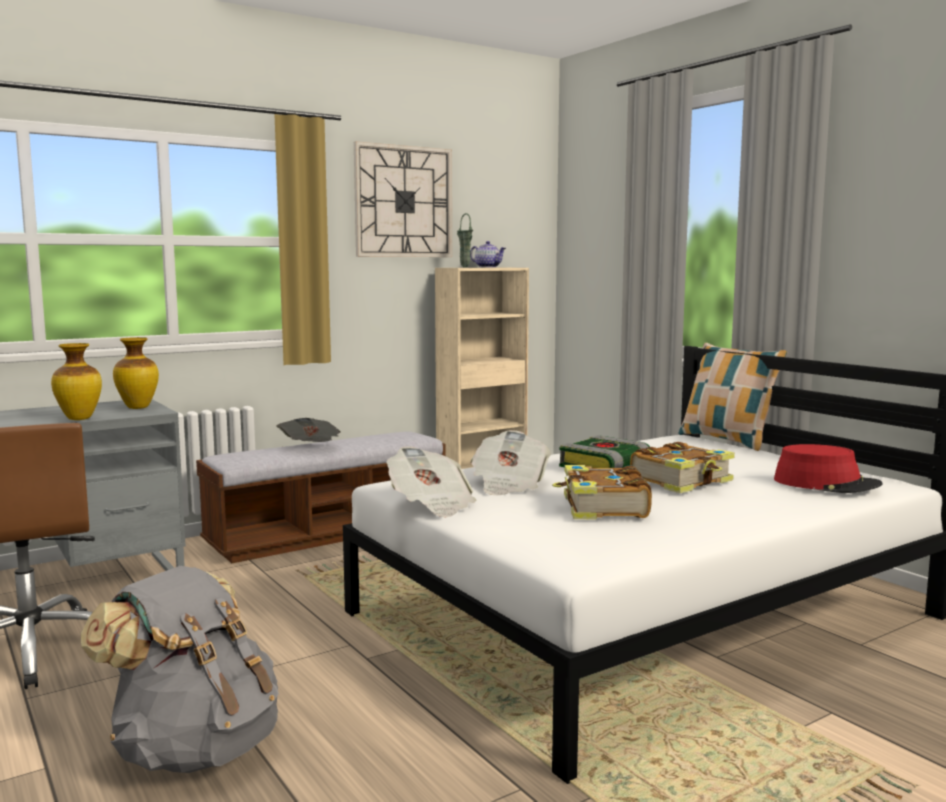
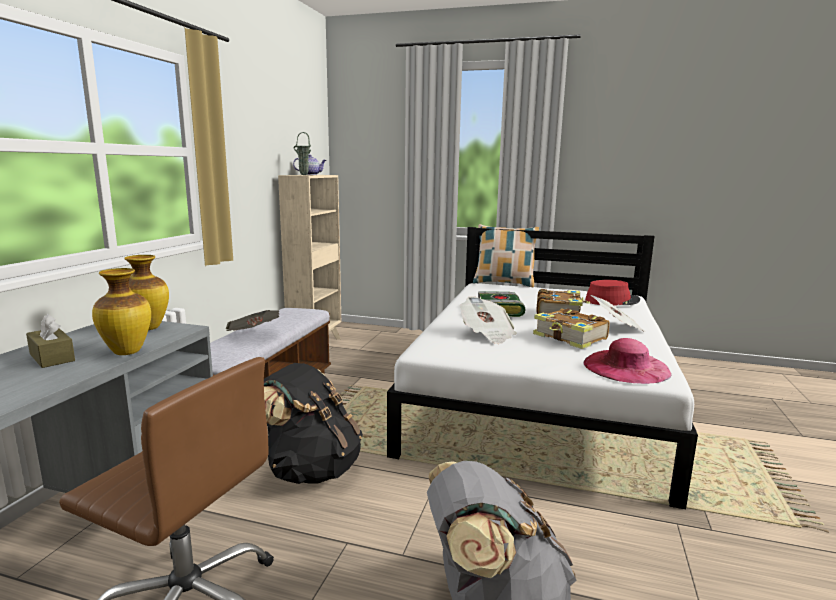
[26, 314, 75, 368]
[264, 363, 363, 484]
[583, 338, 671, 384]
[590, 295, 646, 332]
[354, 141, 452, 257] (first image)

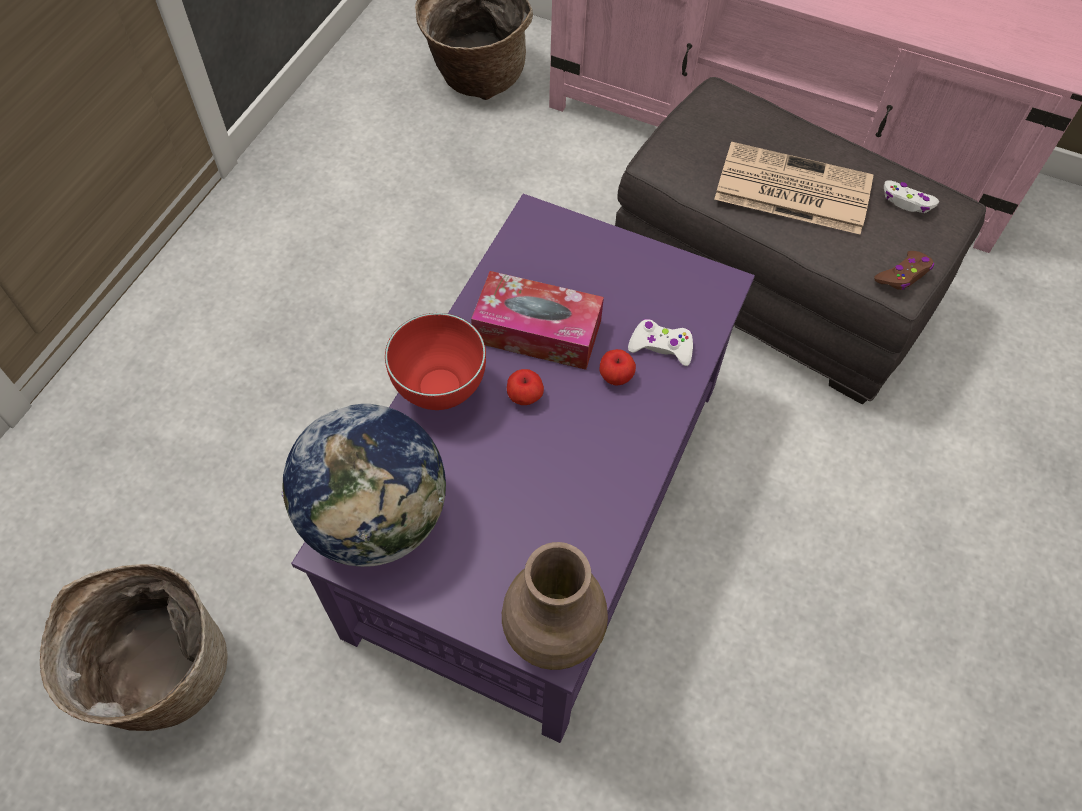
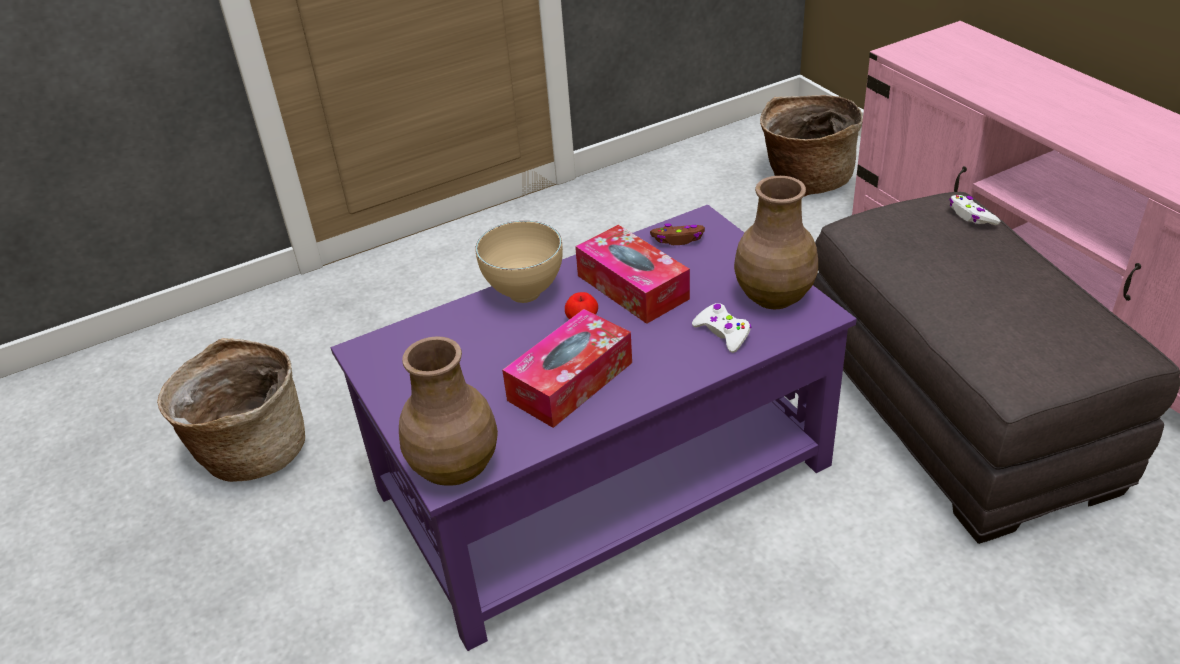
[475, 221, 563, 303]
[502, 309, 632, 428]
[650, 223, 705, 245]
[734, 176, 818, 309]
[949, 195, 1001, 225]
[281, 404, 446, 567] (first image)
[600, 349, 636, 385] (first image)
[714, 142, 873, 235] (first image)

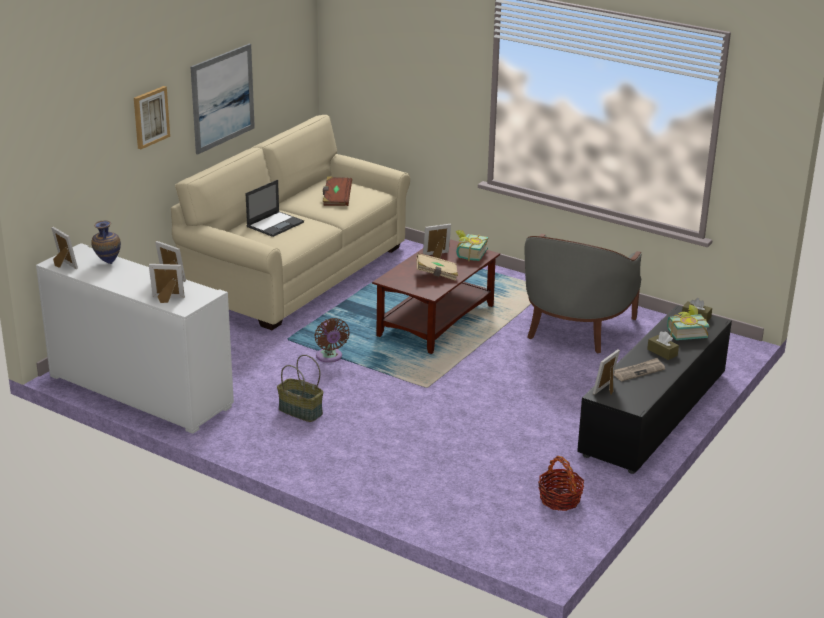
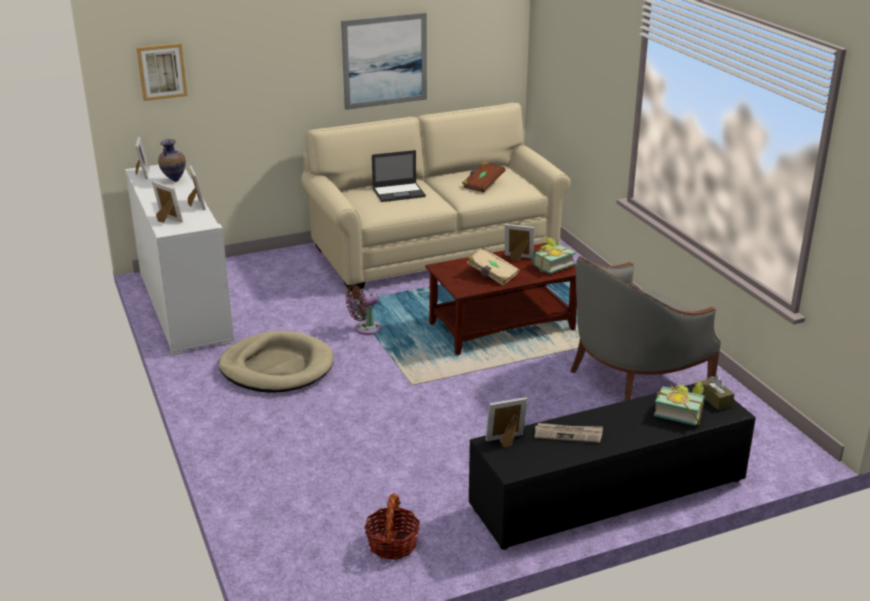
[136, 43, 187, 101]
[218, 331, 333, 393]
[345, 285, 382, 335]
[647, 332, 679, 360] (first image)

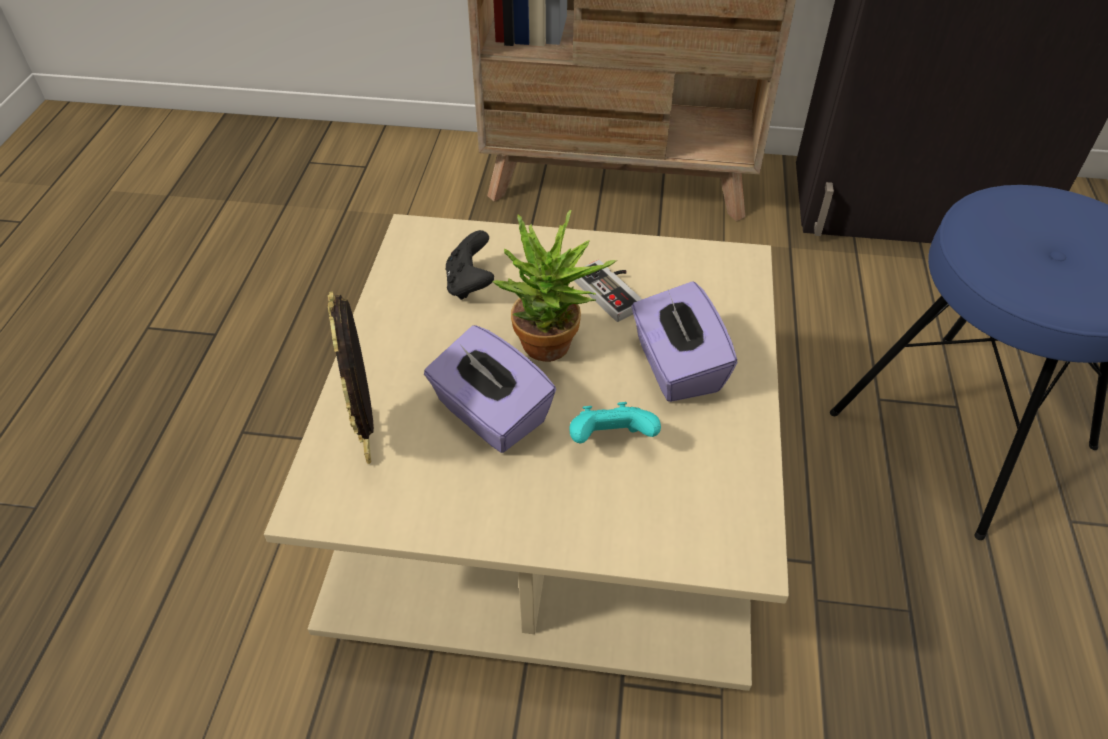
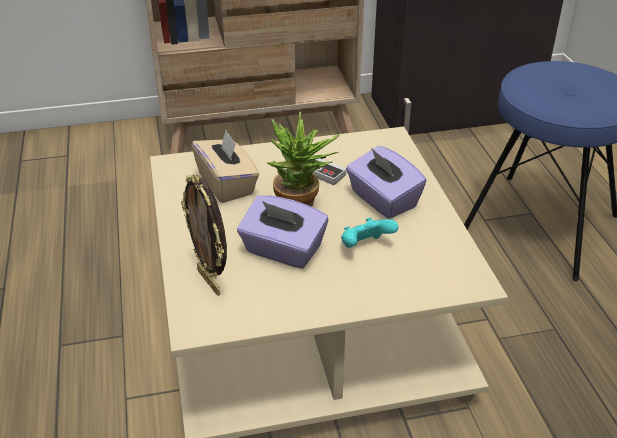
[192, 130, 259, 203]

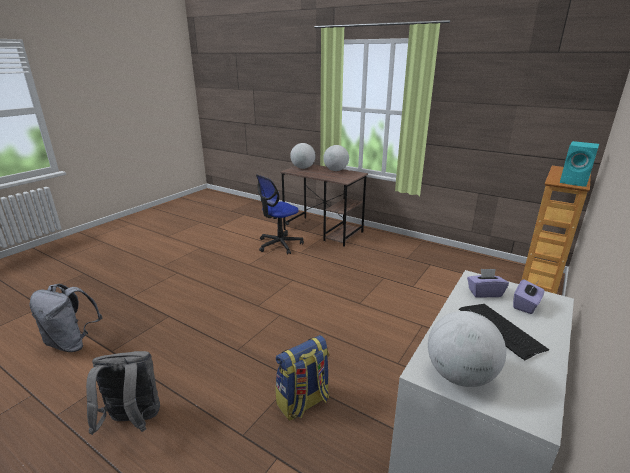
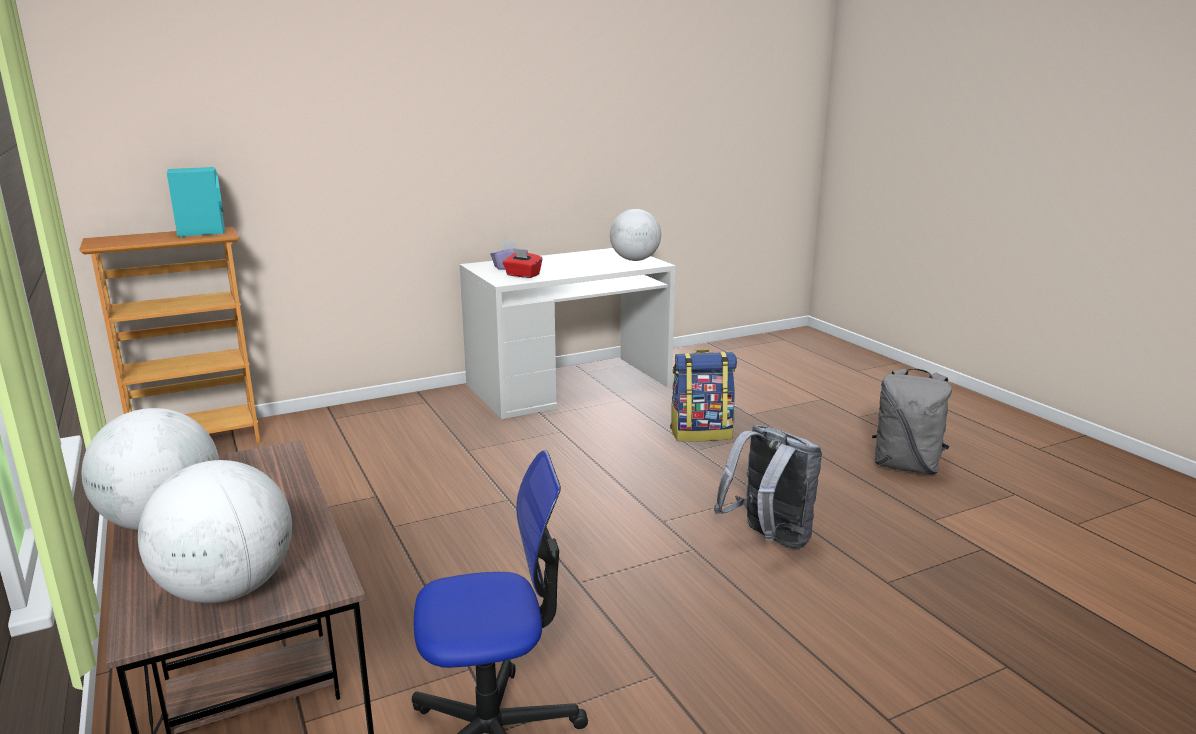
[503, 248, 543, 278]
[714, 425, 822, 549]
[459, 304, 549, 360] (first image)

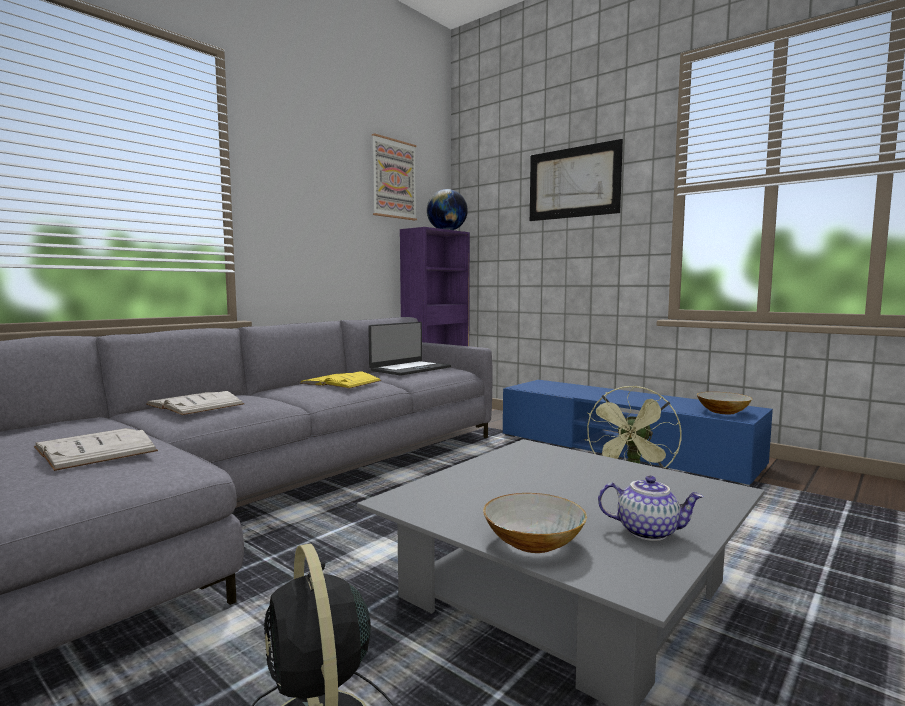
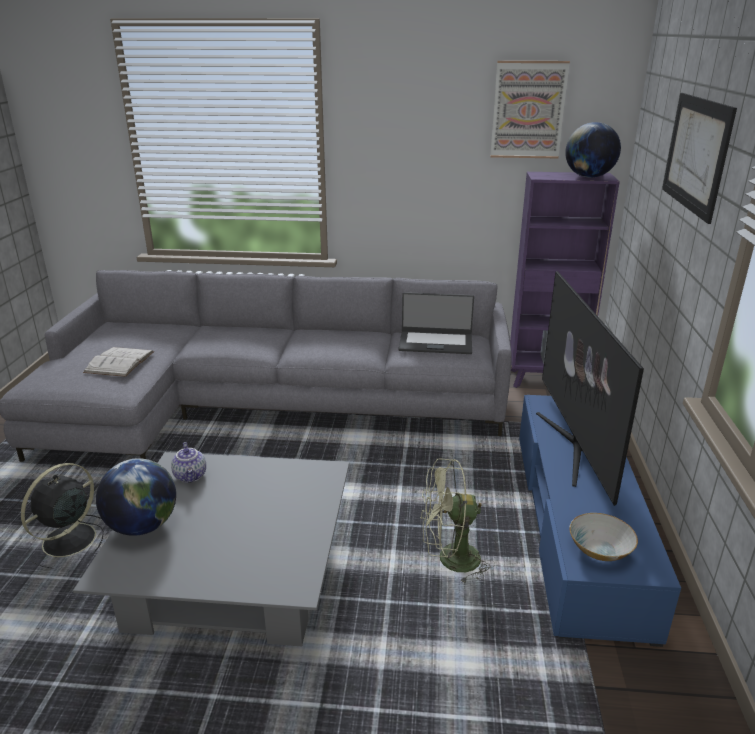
[96, 458, 176, 536]
[171, 442, 206, 483]
[536, 271, 644, 506]
[146, 391, 245, 415] (first image)
[301, 371, 382, 389] (first image)

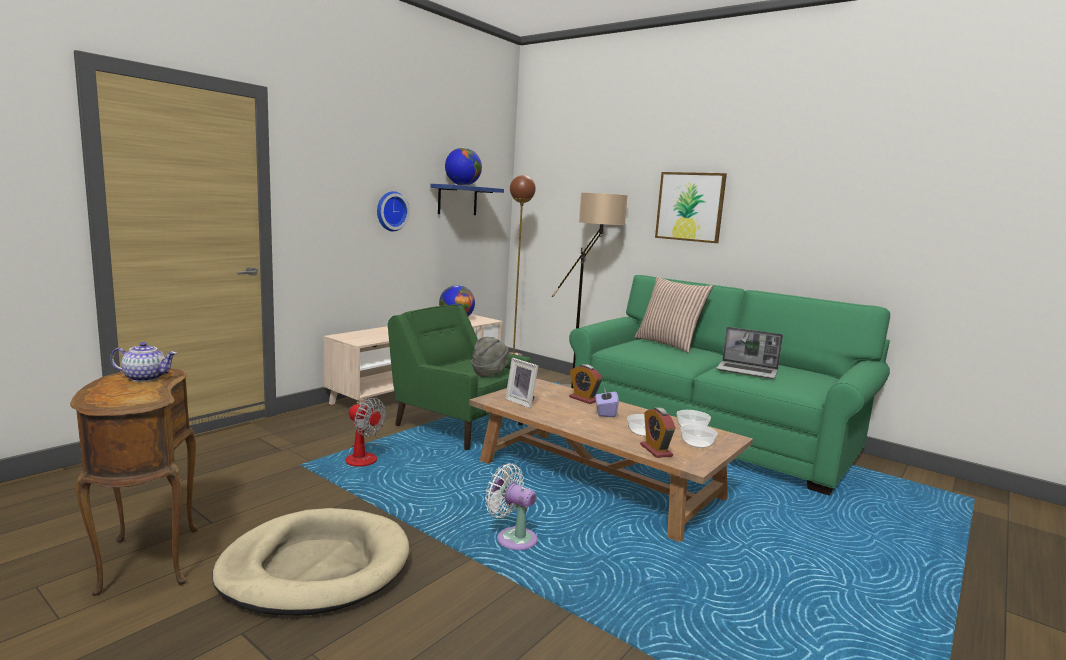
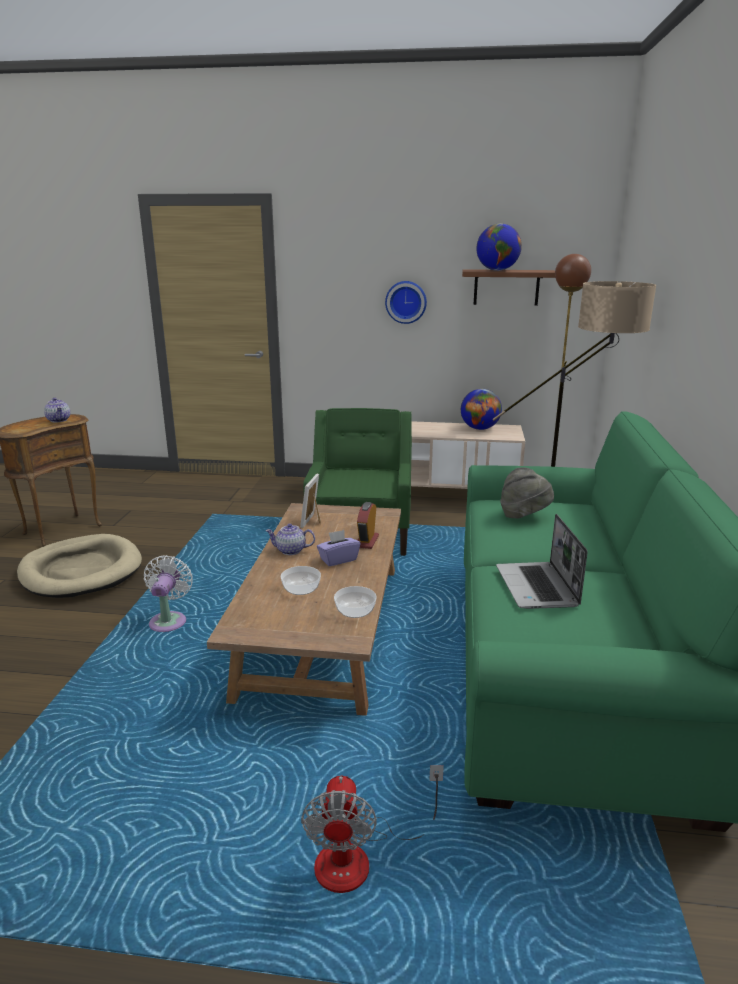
[265, 523, 315, 555]
[301, 765, 444, 893]
[462, 269, 555, 306]
[500, 467, 554, 519]
[634, 276, 713, 353] (first image)
[640, 407, 676, 458] (first image)
[655, 172, 727, 243] (first image)
[681, 424, 717, 448] (first image)

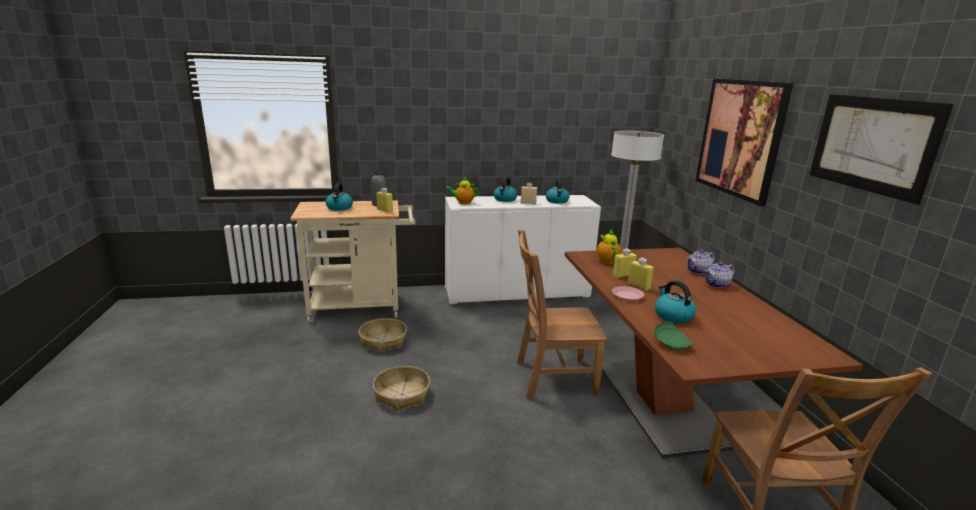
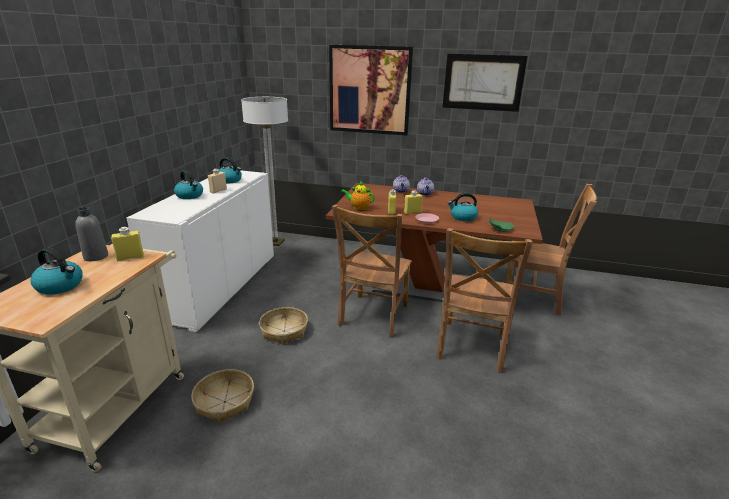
[259, 307, 308, 345]
[436, 228, 533, 373]
[445, 176, 478, 204] (first image)

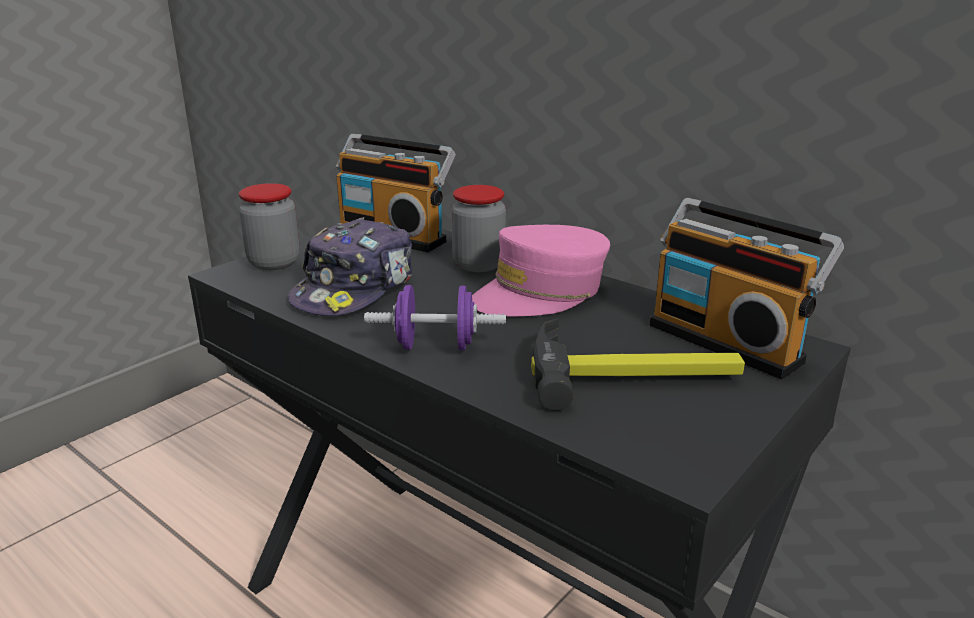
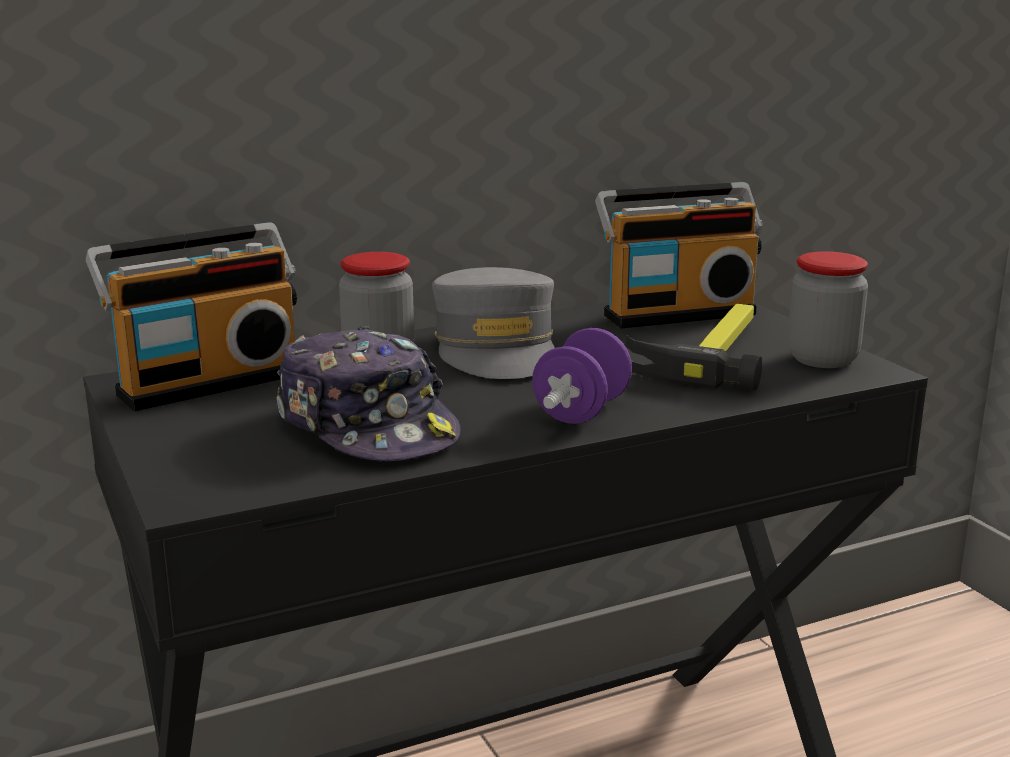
[432, 267, 555, 379]
[788, 252, 868, 368]

